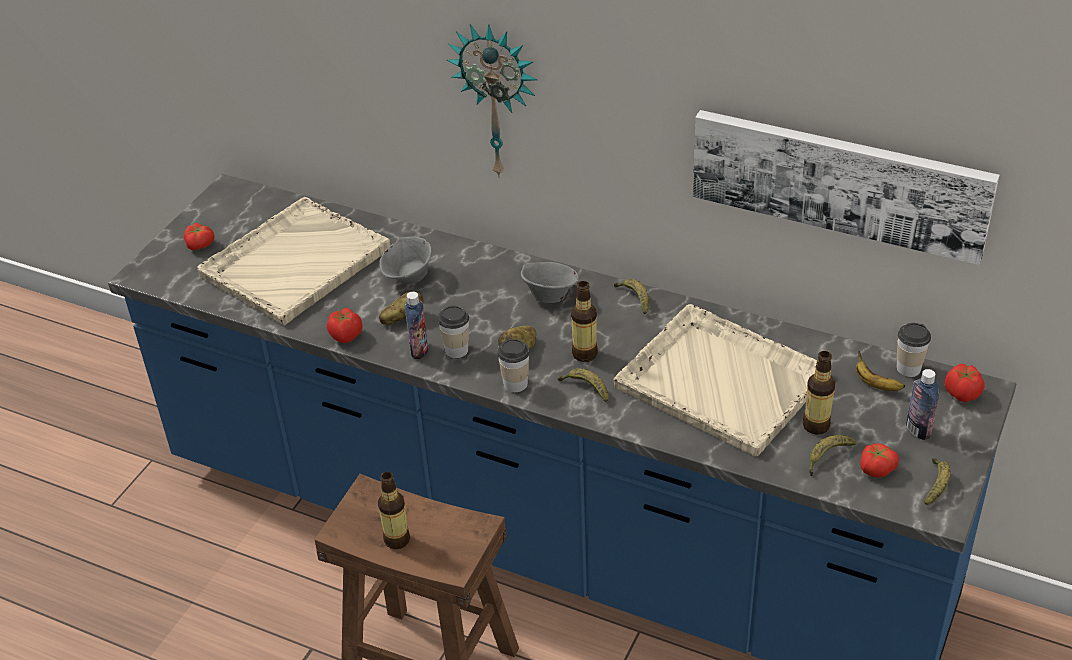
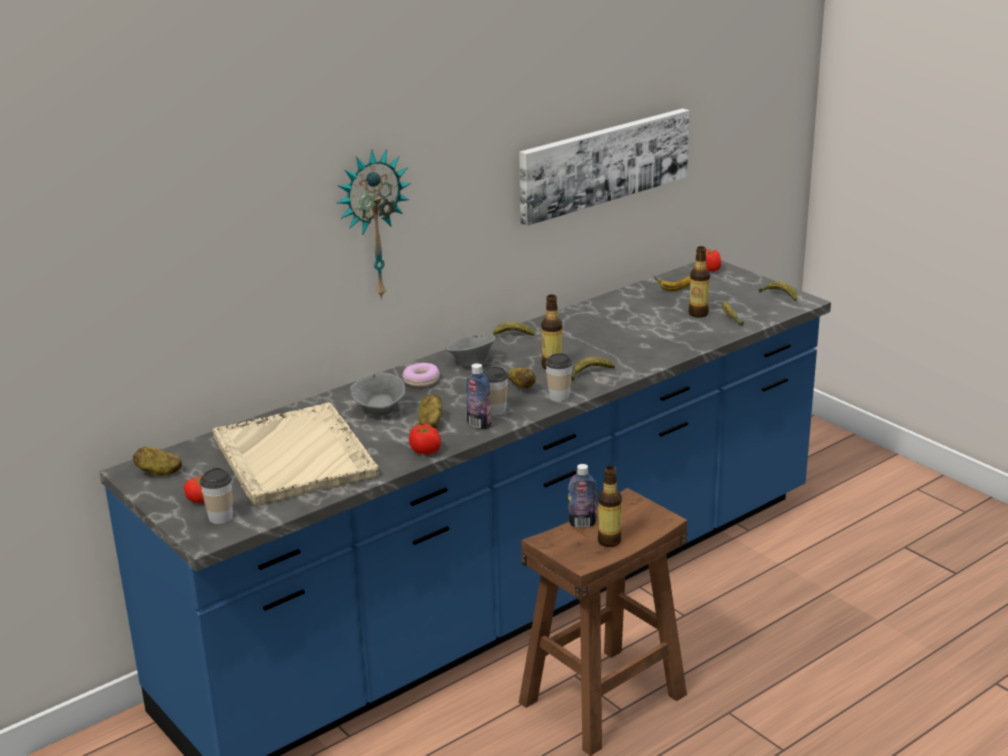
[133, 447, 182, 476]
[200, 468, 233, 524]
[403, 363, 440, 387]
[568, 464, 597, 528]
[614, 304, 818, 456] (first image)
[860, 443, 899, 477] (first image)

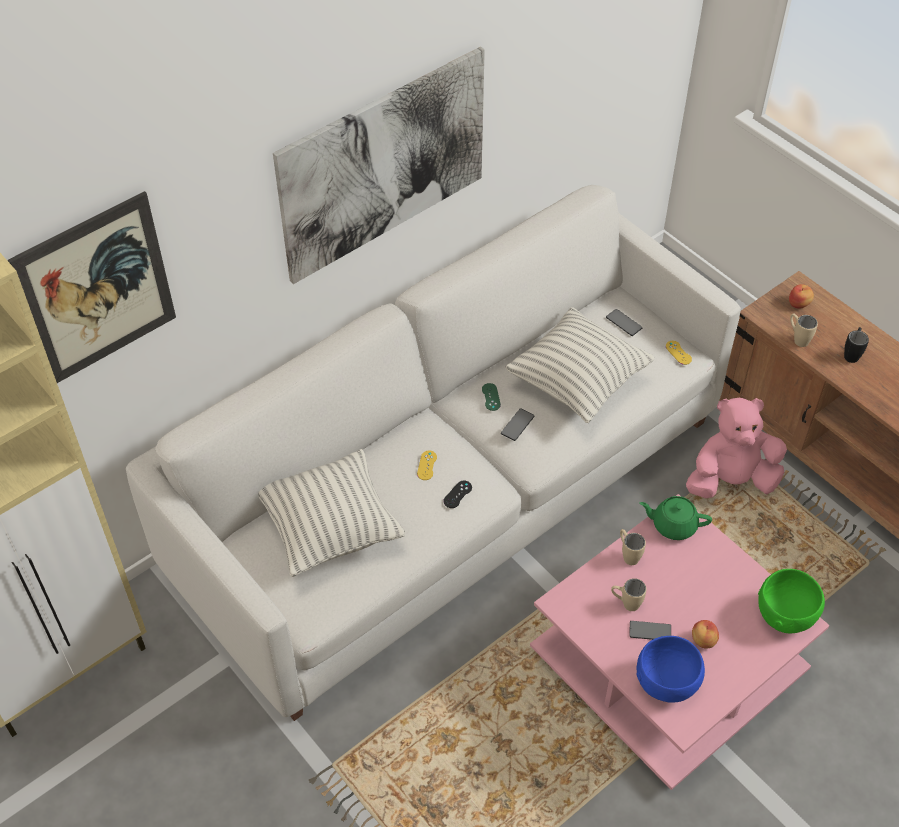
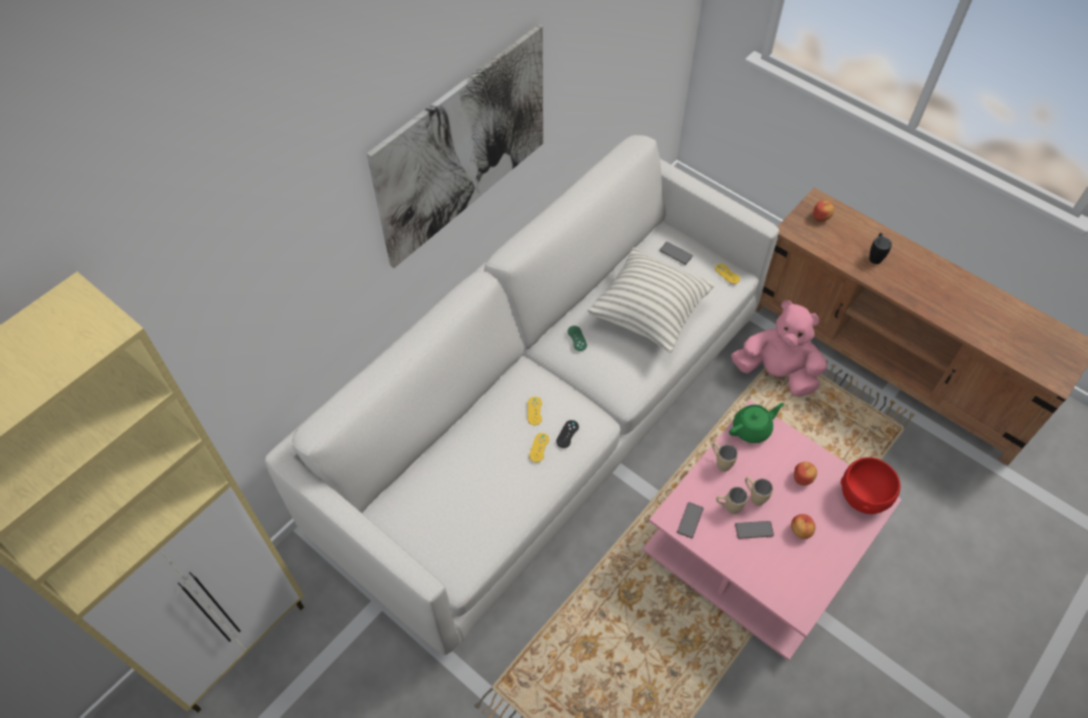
[529, 433, 549, 462]
[677, 502, 703, 538]
[729, 403, 784, 443]
[731, 300, 827, 397]
[745, 477, 773, 506]
[794, 462, 817, 486]
[841, 457, 900, 514]
[8, 191, 176, 383] (first image)
[258, 449, 405, 577] (first image)
[636, 636, 705, 703] (first image)

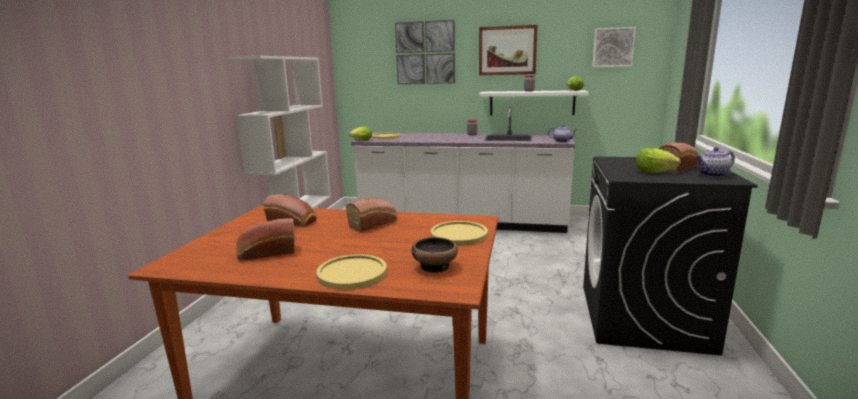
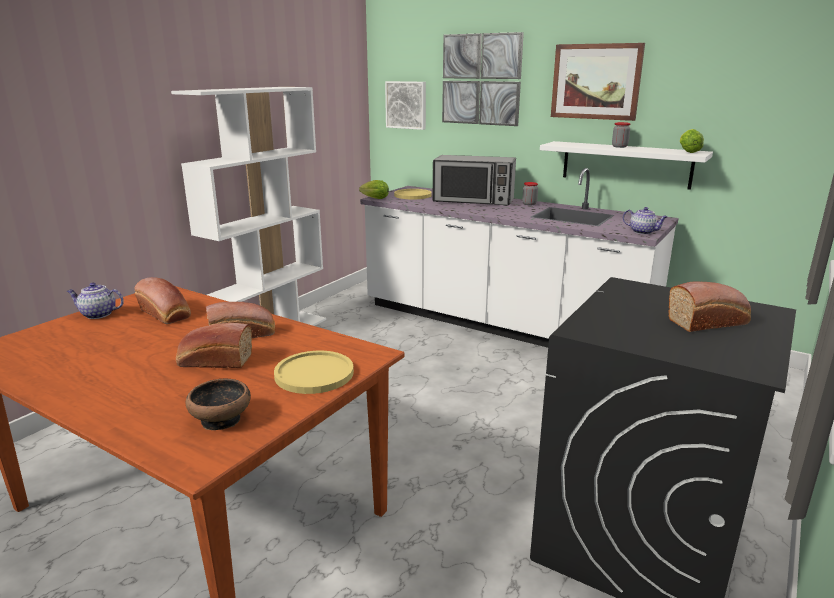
[67, 283, 124, 319]
[176, 323, 252, 368]
[385, 81, 426, 130]
[433, 155, 516, 206]
[316, 254, 387, 290] (first image)
[636, 148, 681, 173] (first image)

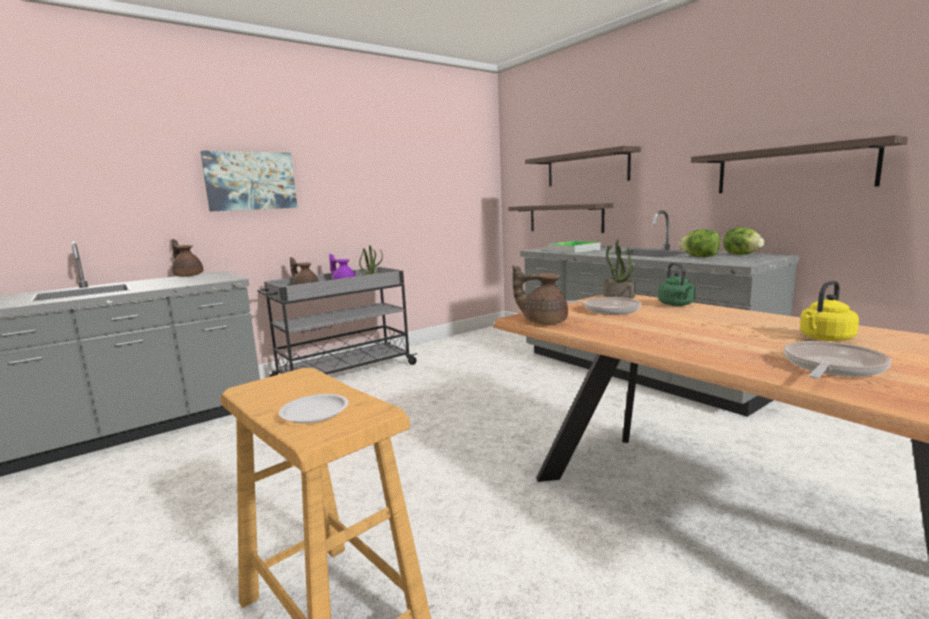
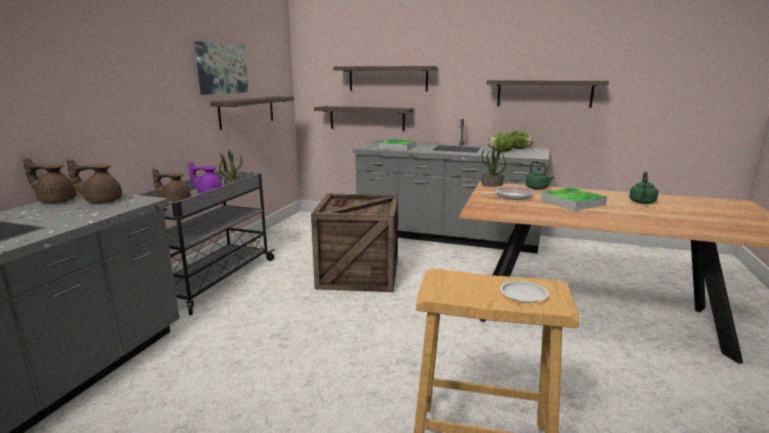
[66, 159, 122, 203]
[194, 41, 248, 95]
[210, 96, 295, 130]
[311, 194, 398, 292]
[541, 187, 607, 211]
[629, 171, 658, 204]
[784, 341, 891, 379] (first image)

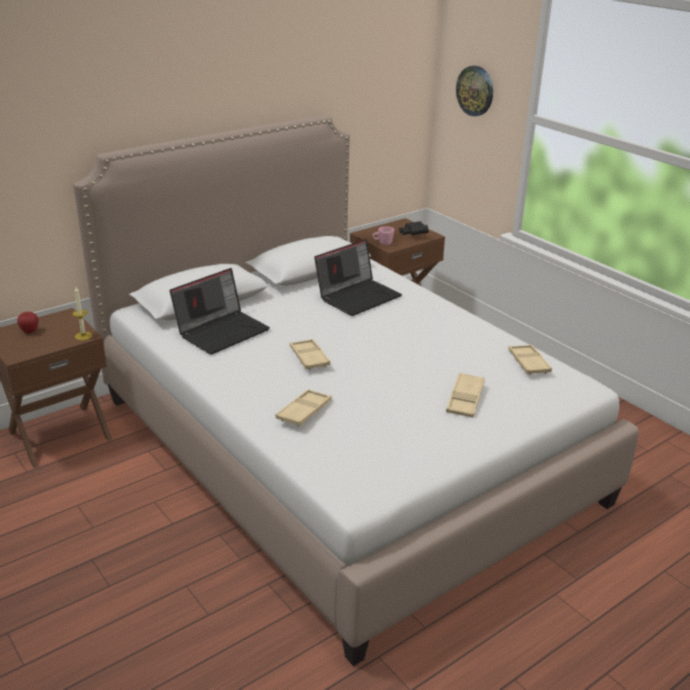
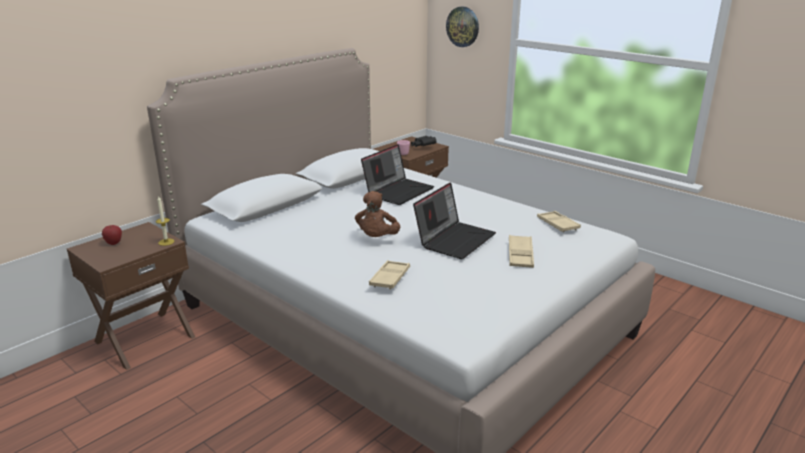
[355, 191, 400, 237]
[413, 182, 496, 259]

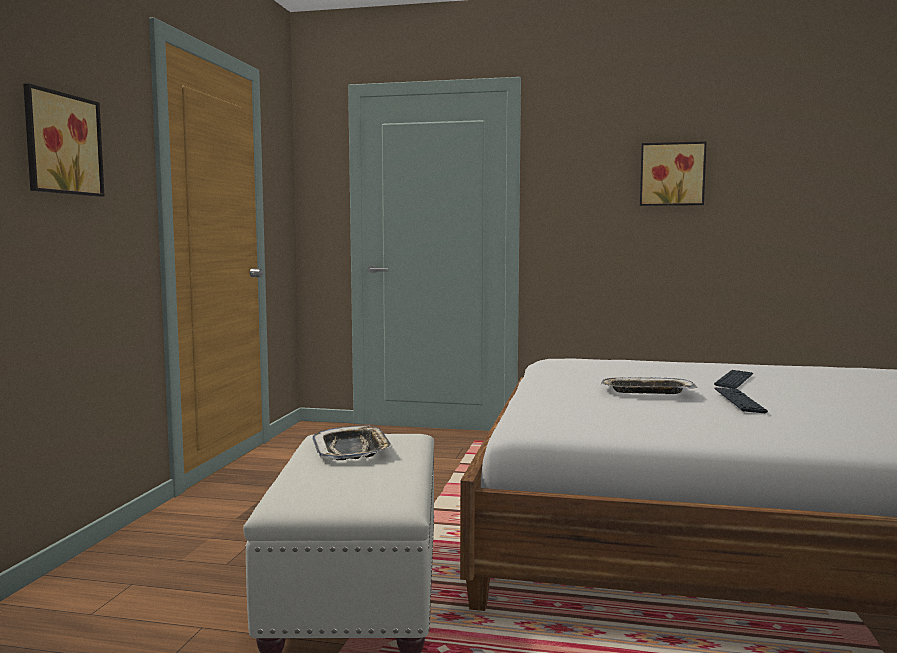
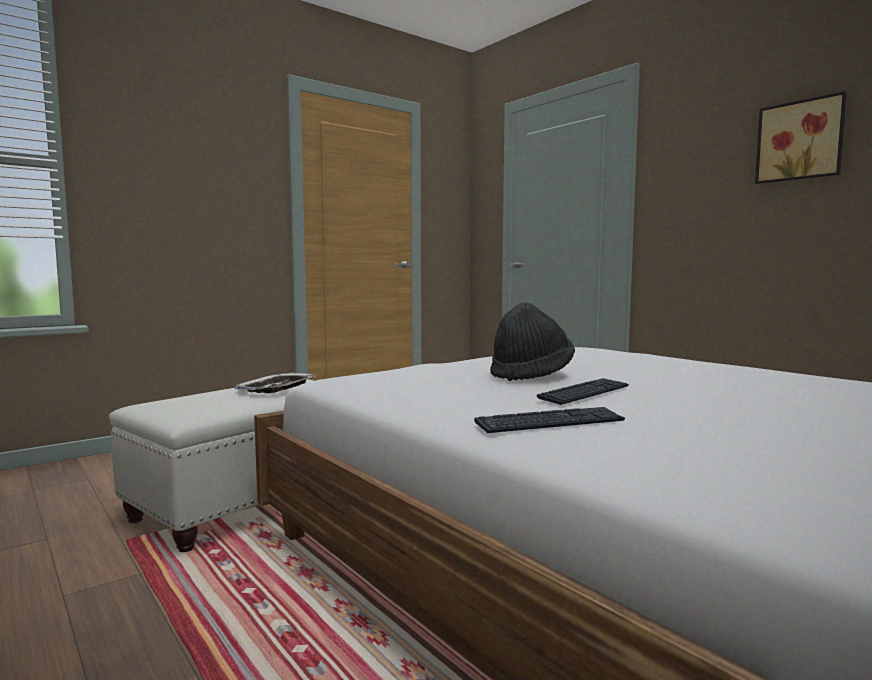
[474, 407, 625, 433]
[490, 302, 575, 381]
[23, 83, 105, 197] (first image)

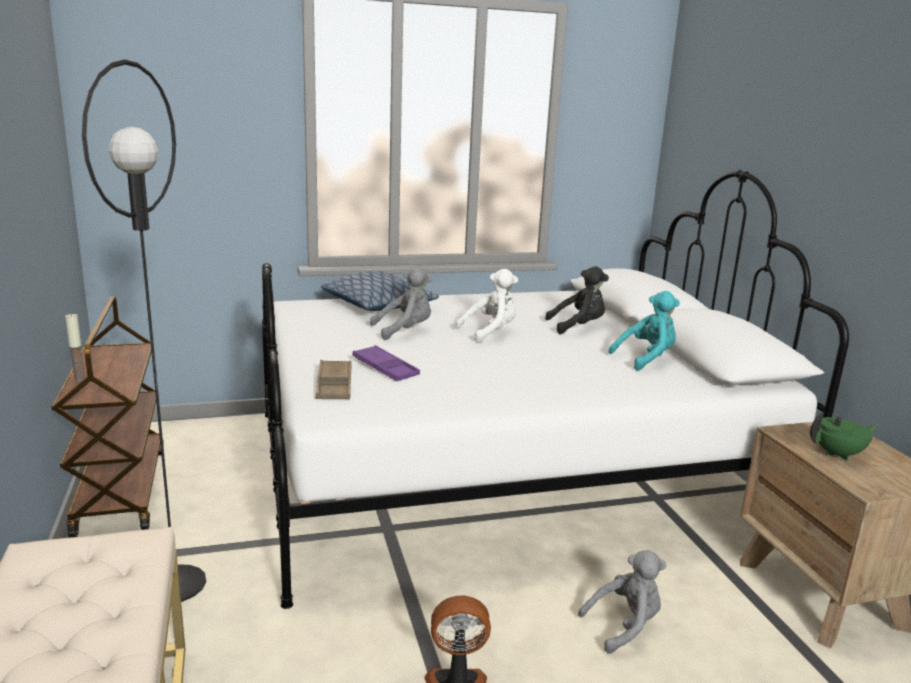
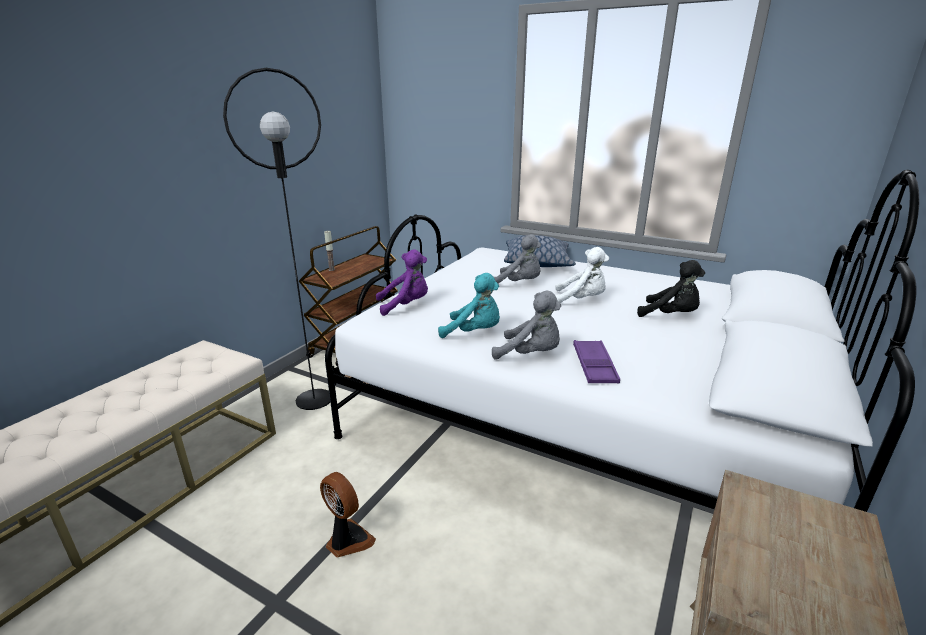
[376, 249, 428, 316]
[438, 273, 500, 338]
[492, 291, 561, 360]
[573, 340, 620, 383]
[810, 413, 878, 461] (first image)

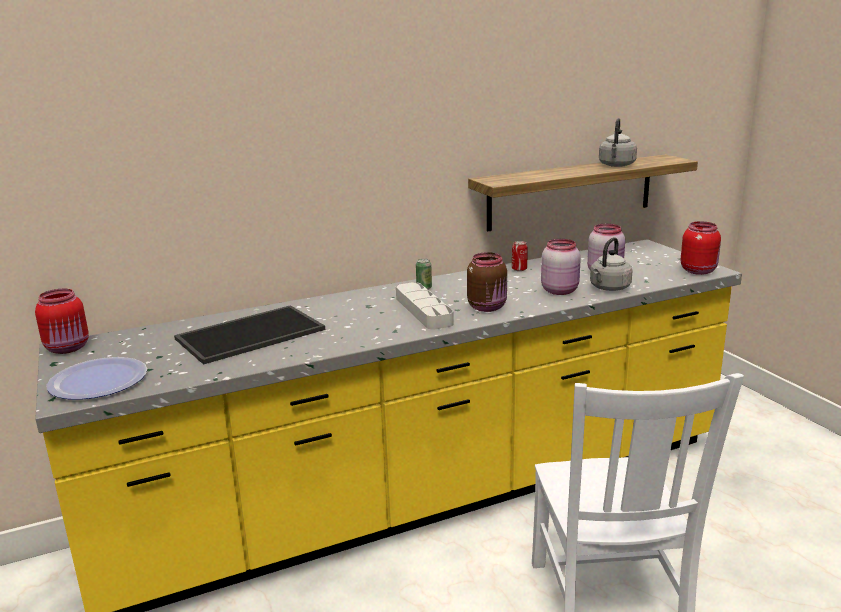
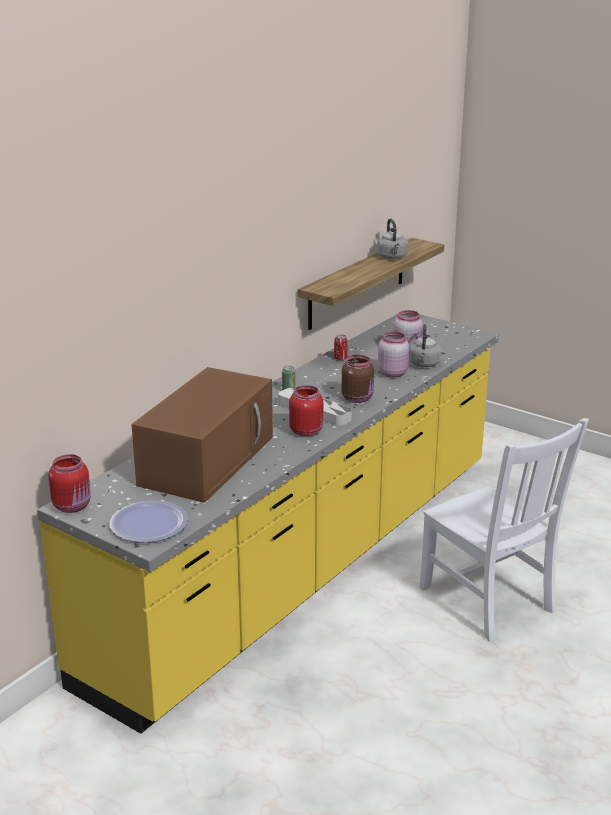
[132, 367, 273, 503]
[289, 385, 324, 437]

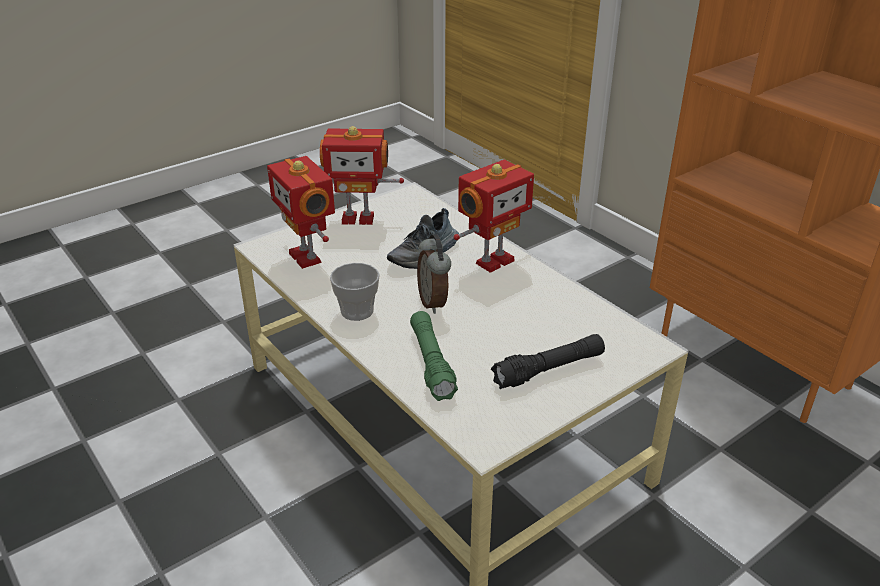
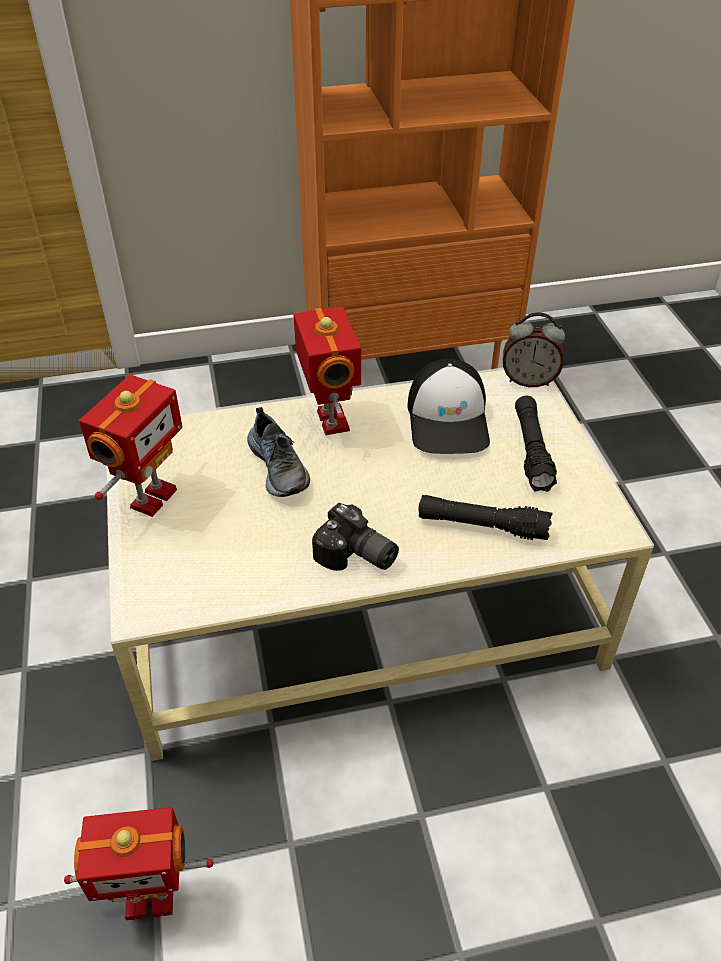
[64, 807, 214, 920]
[312, 503, 399, 571]
[407, 359, 490, 454]
[418, 495, 553, 540]
[503, 312, 565, 387]

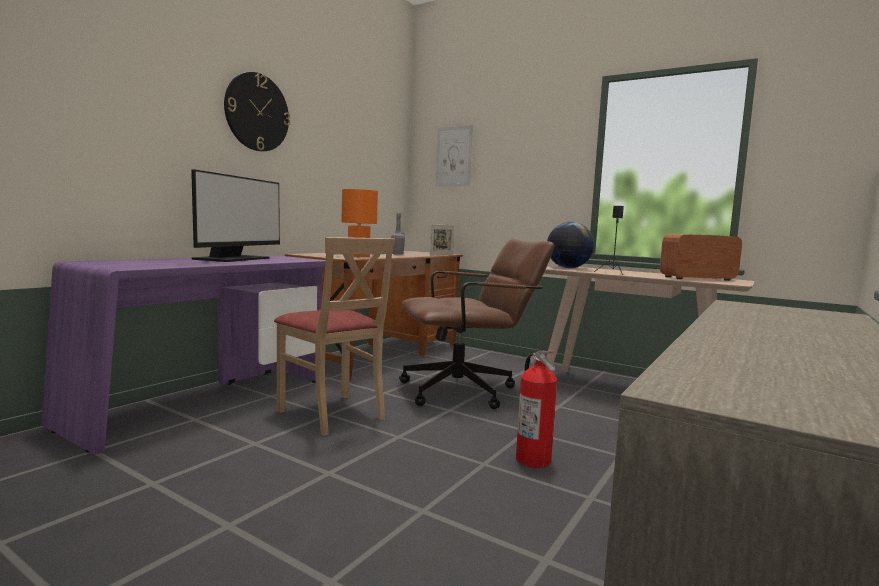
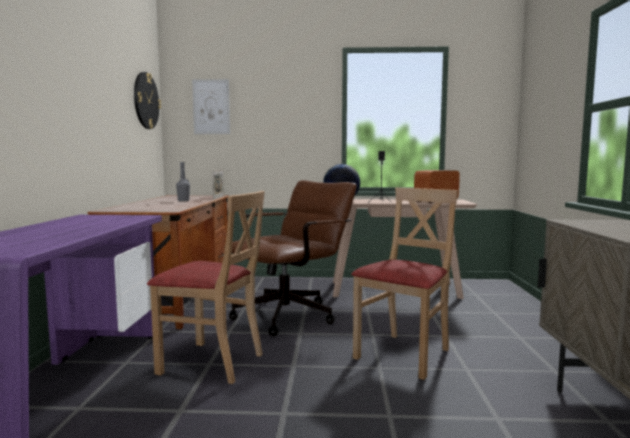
[134, 72, 161, 129]
[351, 188, 458, 380]
[191, 169, 280, 262] (first image)
[342, 189, 378, 257] (first image)

